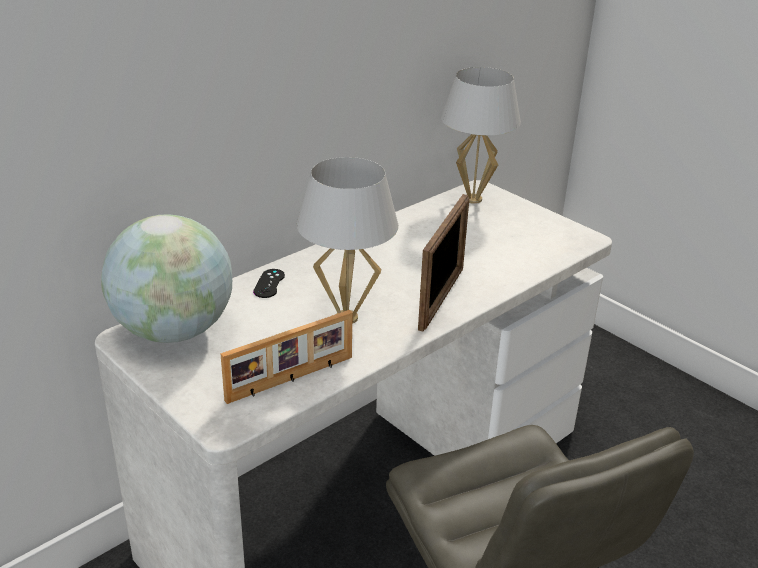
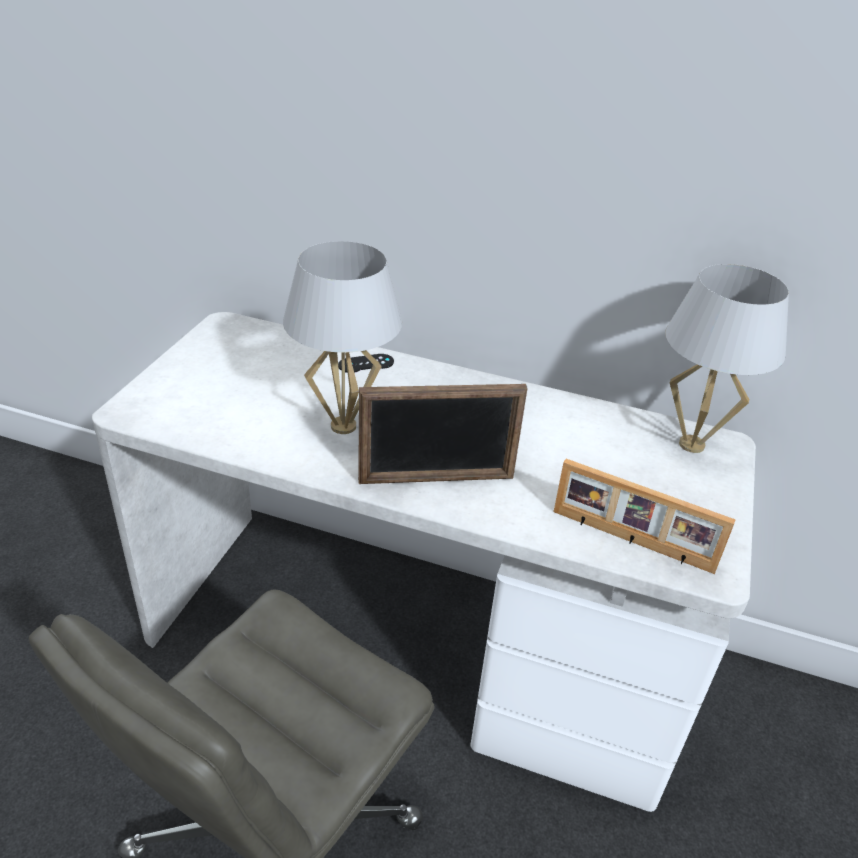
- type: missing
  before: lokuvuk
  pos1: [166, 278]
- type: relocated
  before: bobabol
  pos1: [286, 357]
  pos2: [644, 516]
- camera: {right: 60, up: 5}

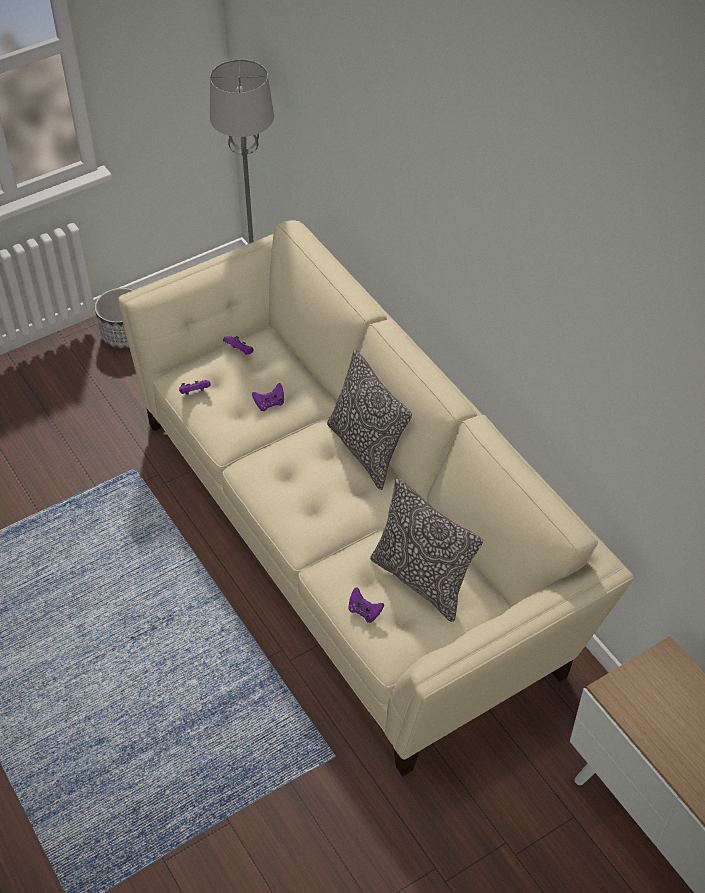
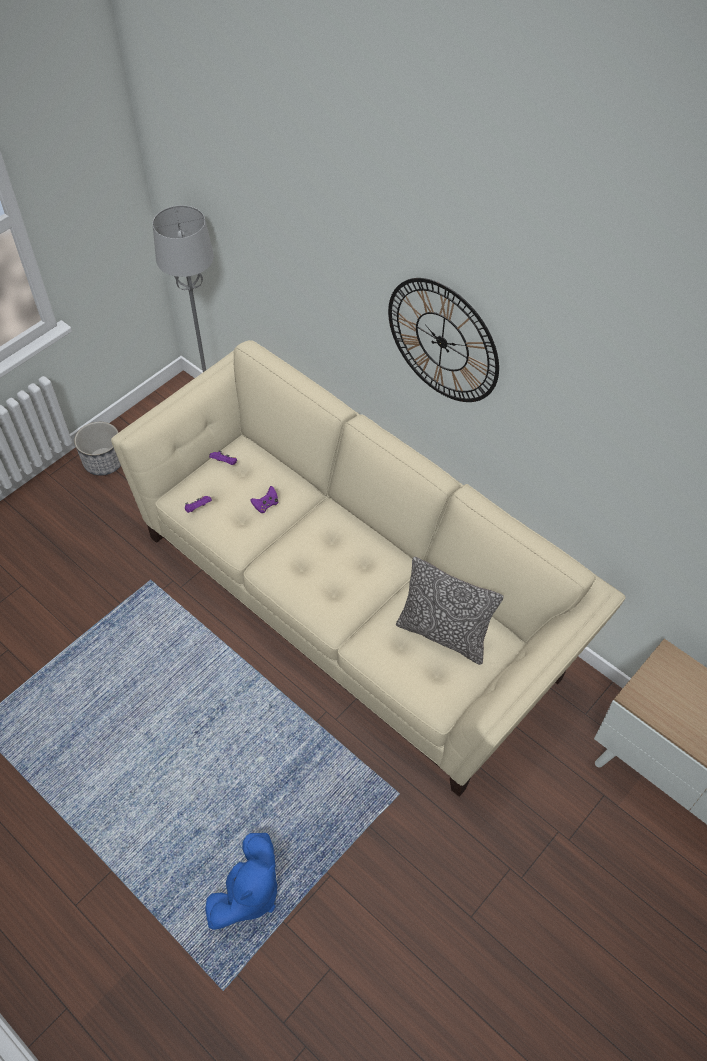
- type: missing
  before: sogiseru
  pos1: [369, 419]
- type: missing
  before: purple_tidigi
  pos1: [366, 605]
- type: appeared
  after: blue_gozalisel
  pos2: [241, 881]
- type: appeared
  after: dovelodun
  pos2: [443, 340]
- camera: {right: -15, up: 5}

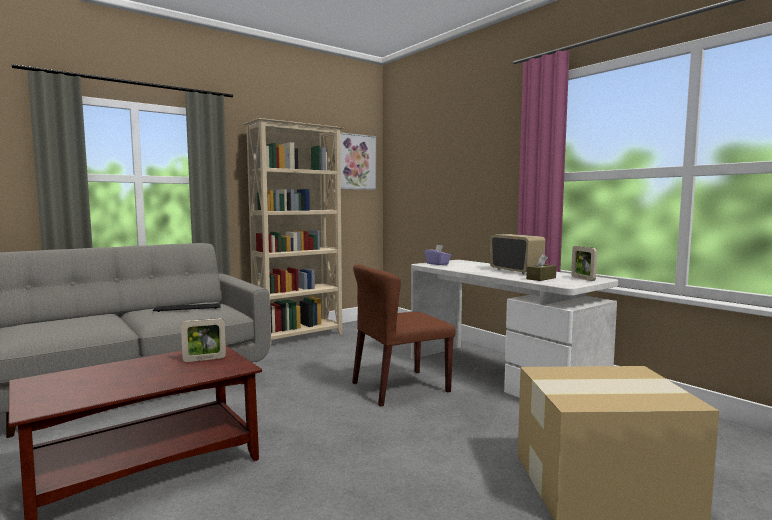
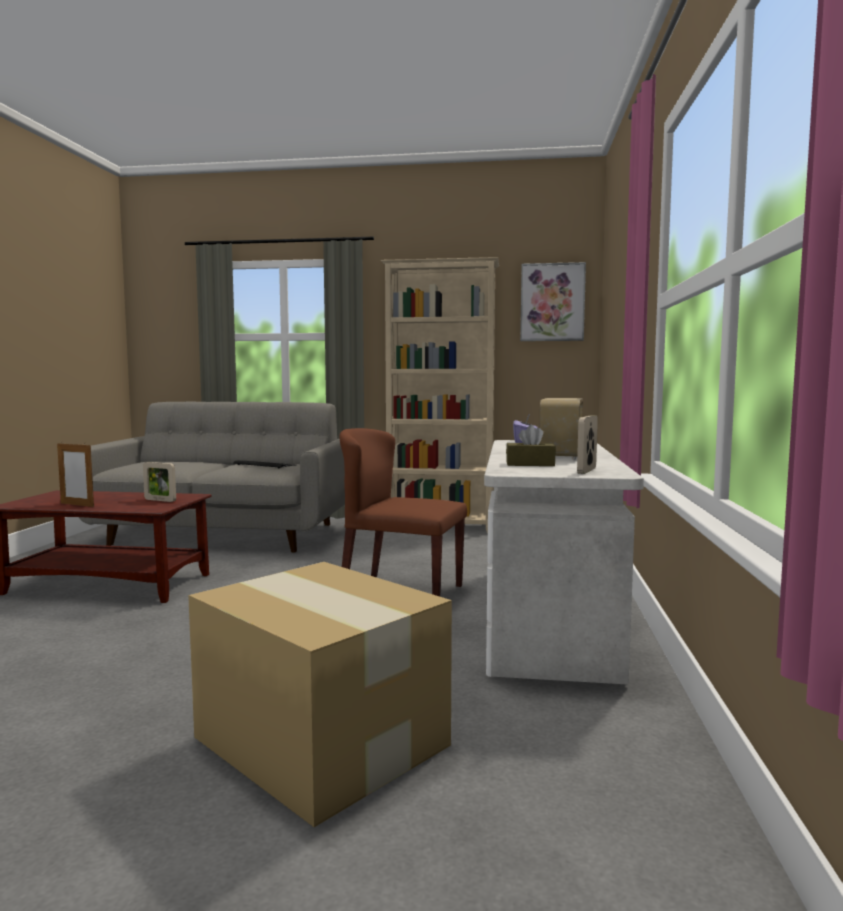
- type: appeared
  after: bobabol
  pos2: [75, 475]
- camera: {right: 45, up: 0}

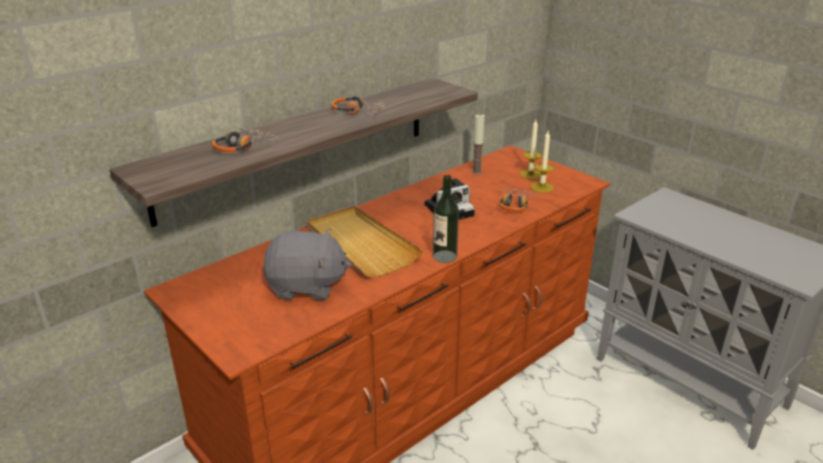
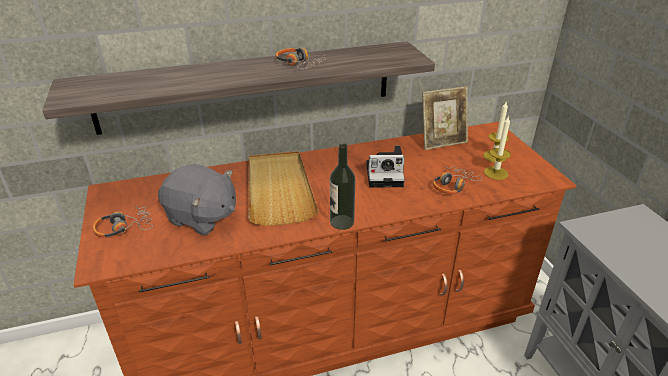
- type: relocated
  before: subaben
  pos1: [245, 140]
  pos2: [123, 222]
- type: exchanged
  before: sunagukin
  after: bobabol
  pos1: [478, 144]
  pos2: [445, 118]
- camera: {right: 25, up: 5}

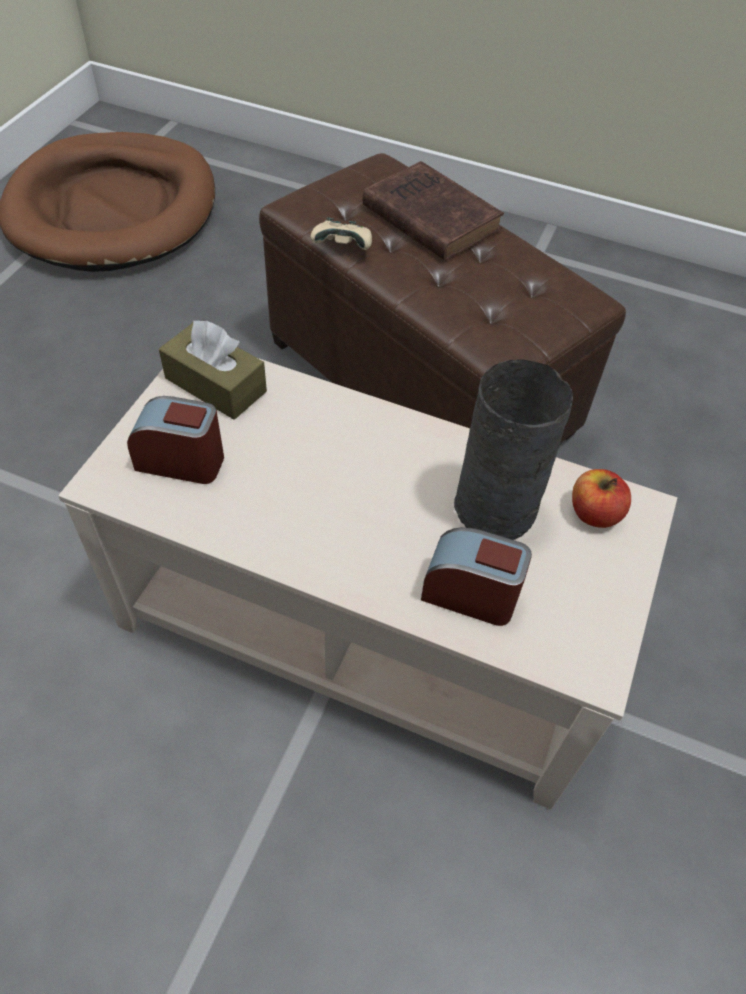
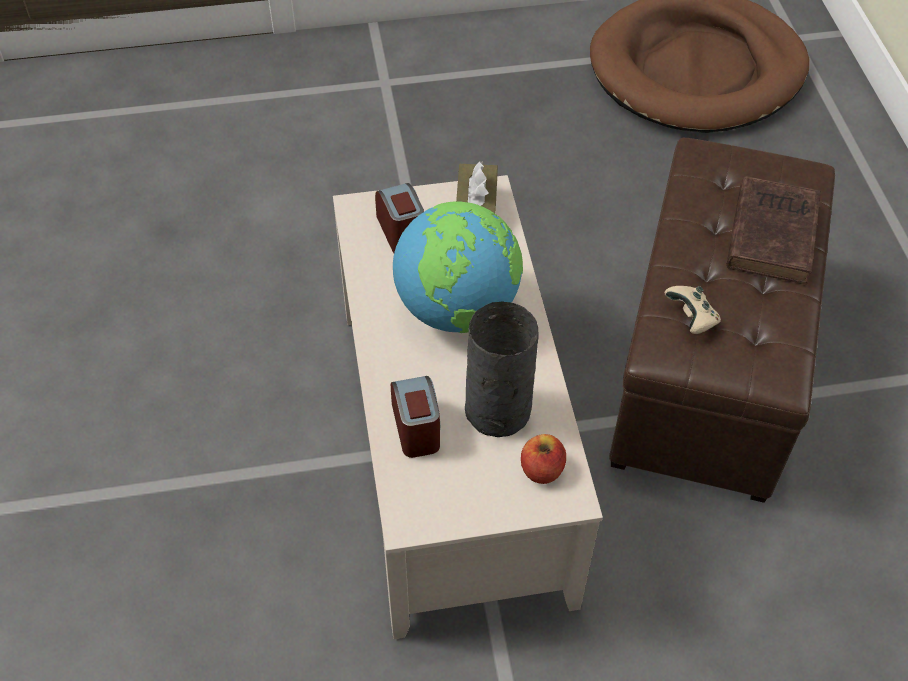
- type: relocated
  before: beige_tidigi
  pos1: [341, 233]
  pos2: [693, 310]
- type: appeared
  after: lokuvuk
  pos2: [458, 267]
- camera: {right: 60, up: 0}

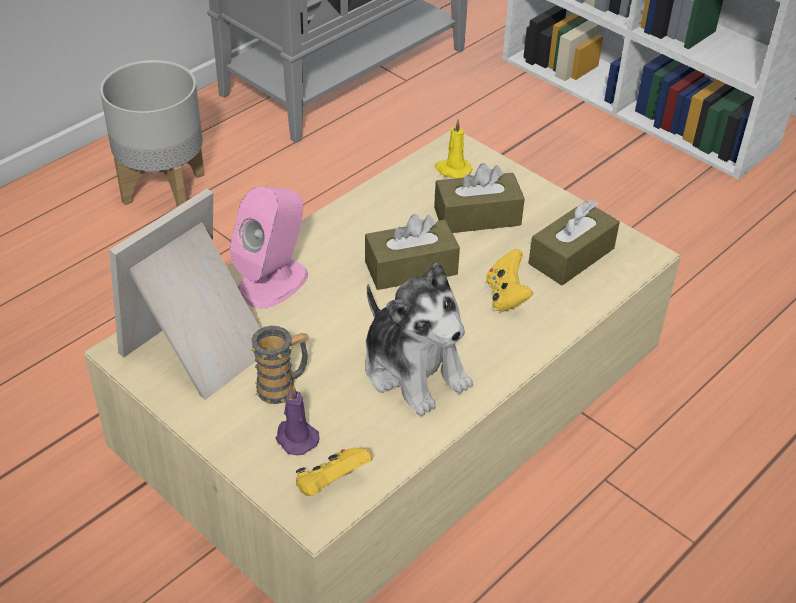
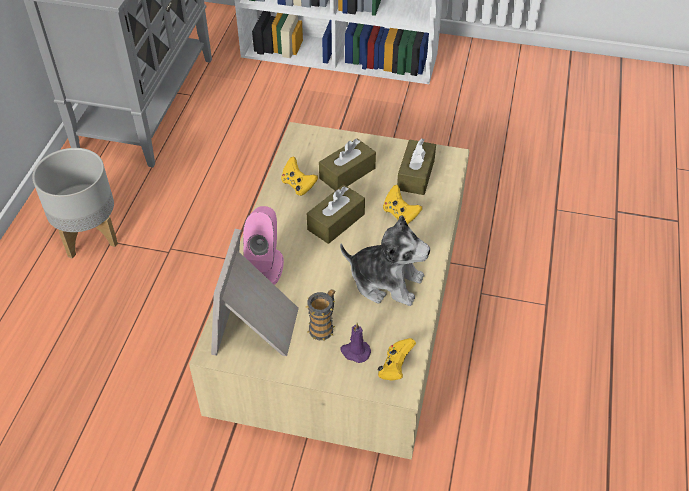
- type: missing
  before: yellow_sunagukin
  pos1: [453, 148]
- type: appeared
  after: yellow_tidigi
  pos2: [299, 176]
- camera: {right: -30, up: 5}

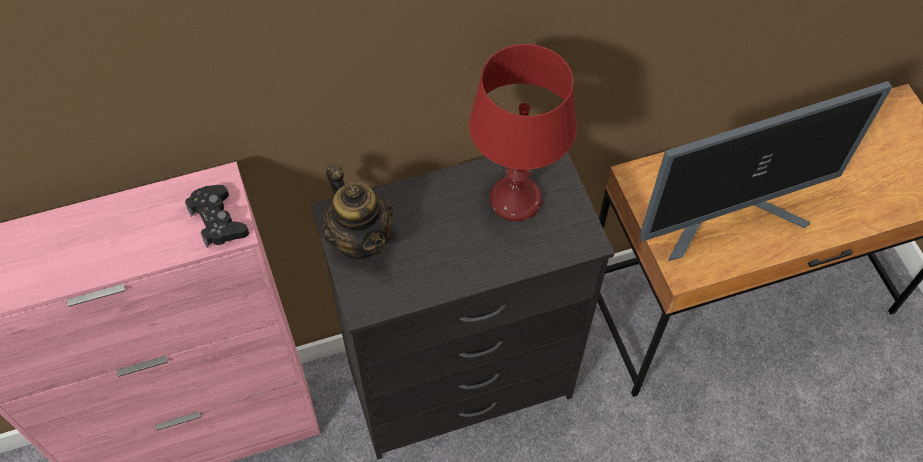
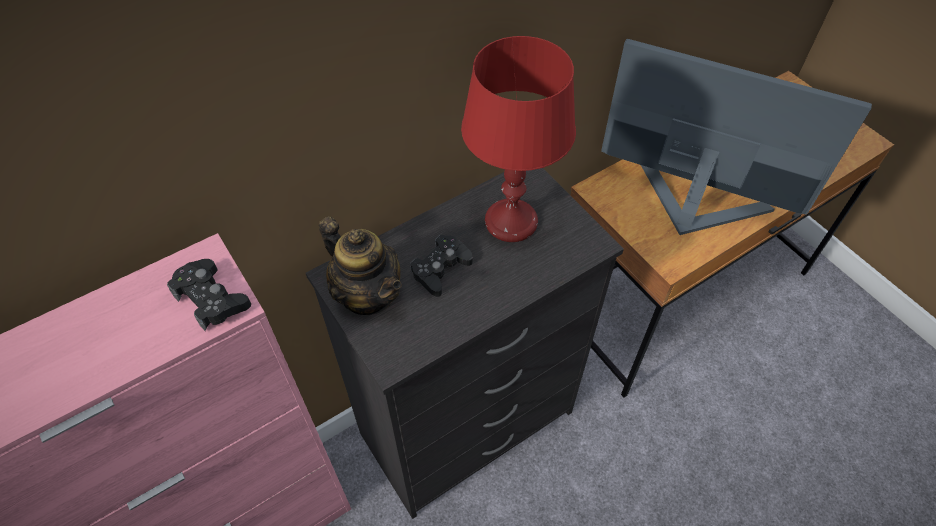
- type: spun
  before: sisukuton
  pos1: [765, 171]
  pos2: [736, 137]
  turn: -120
- type: appeared
  after: black_tidigi
  pos2: [441, 265]
- camera: {right: -15, up: -5}

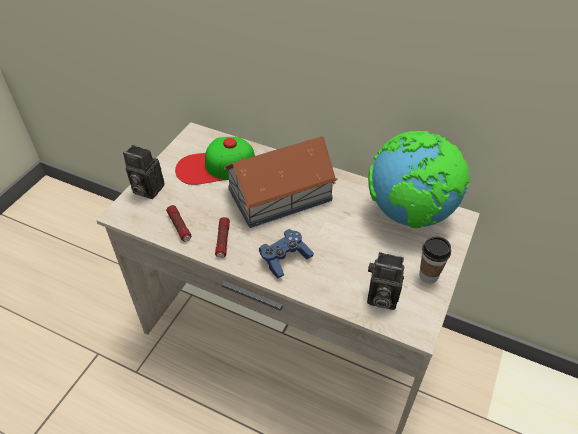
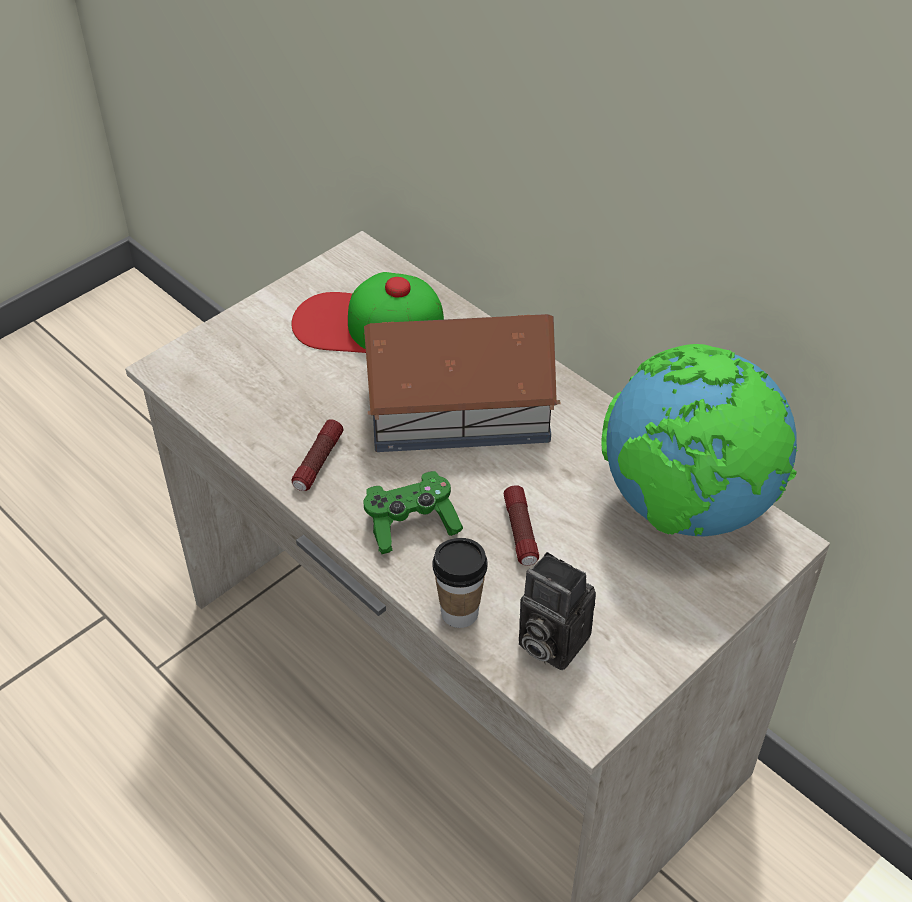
- type: missing
  before: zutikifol
  pos1: [144, 172]
- type: relocated
  before: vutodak
  pos1: [178, 223]
  pos2: [521, 525]
- type: colour
  before: blue_tidigi
  after: green_tidigi
  pos1: [286, 253]
  pos2: [413, 512]
- type: relocated
  before: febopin
  pos1: [435, 259]
  pos2: [460, 583]
- camera: {right: 20, up: 0}

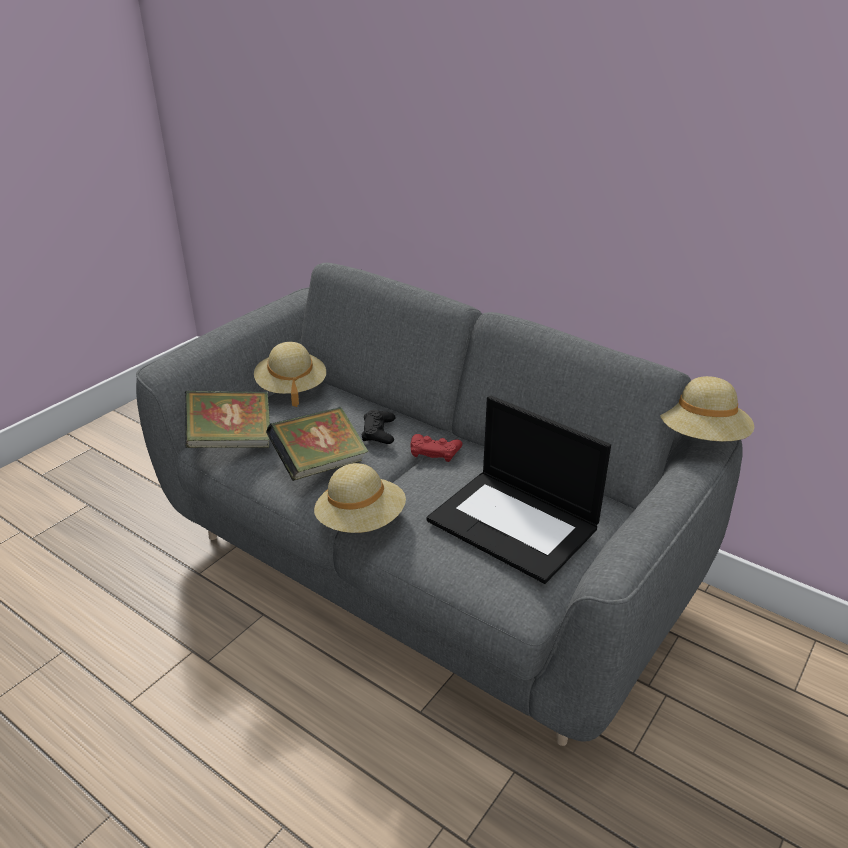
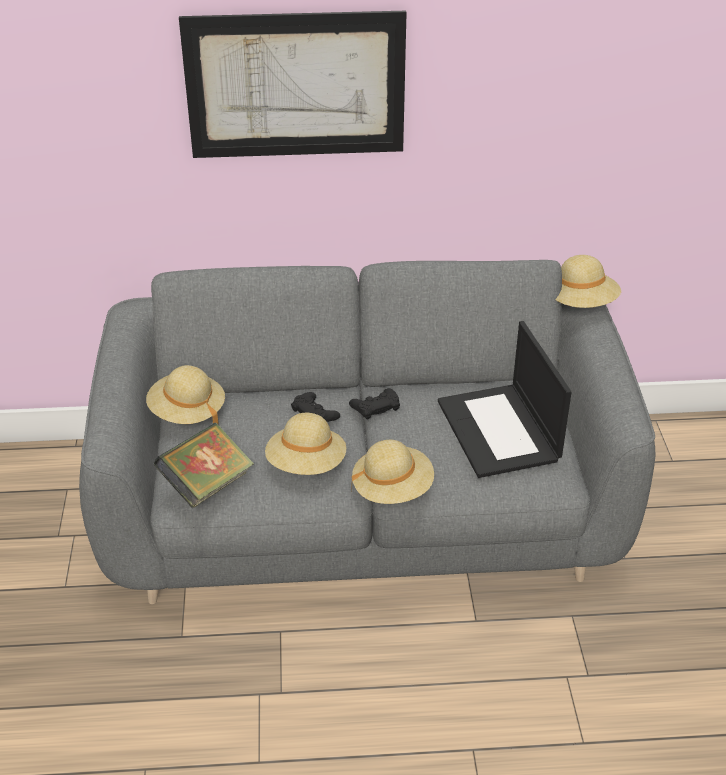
- type: exchanged
  before: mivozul
  after: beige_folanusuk
  pos1: [317, 444]
  pos2: [305, 444]
- type: colour
  before: red_tidigi
  after: black_tidigi
  pos1: [436, 448]
  pos2: [374, 403]
- type: spun
  before: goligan
  pos1: [519, 489]
  pos2: [504, 399]
  turn: 75
- type: appeared
  after: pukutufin
  pos2: [293, 84]
- camera: {right: -40, up: 5}

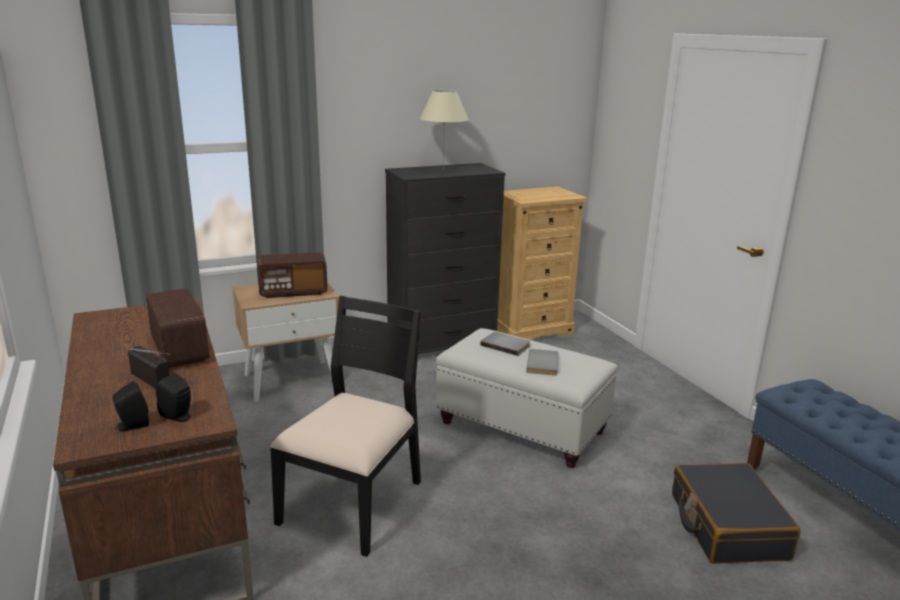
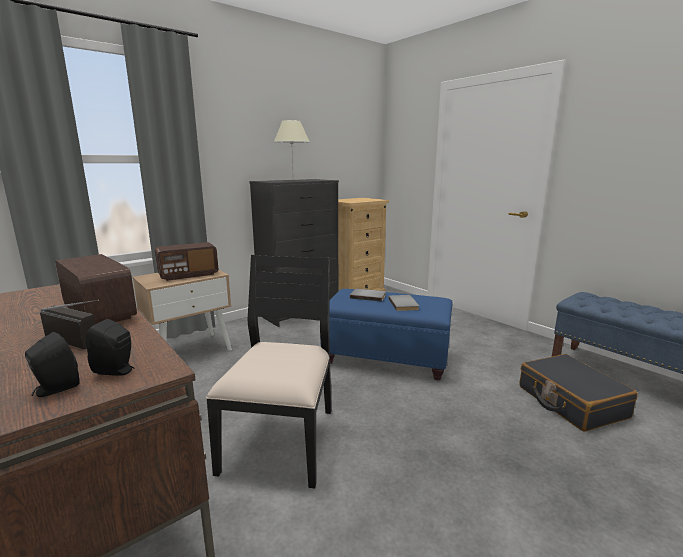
- type: colour
  before: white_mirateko
  after: blue_mirateko
  pos1: [527, 398]
  pos2: [386, 334]
- camera: {right: -15, up: -5}

